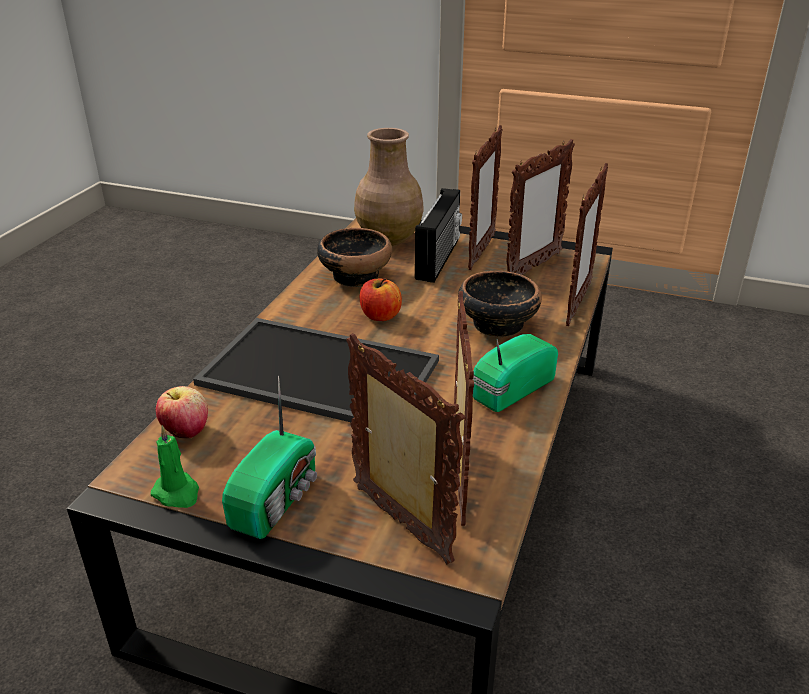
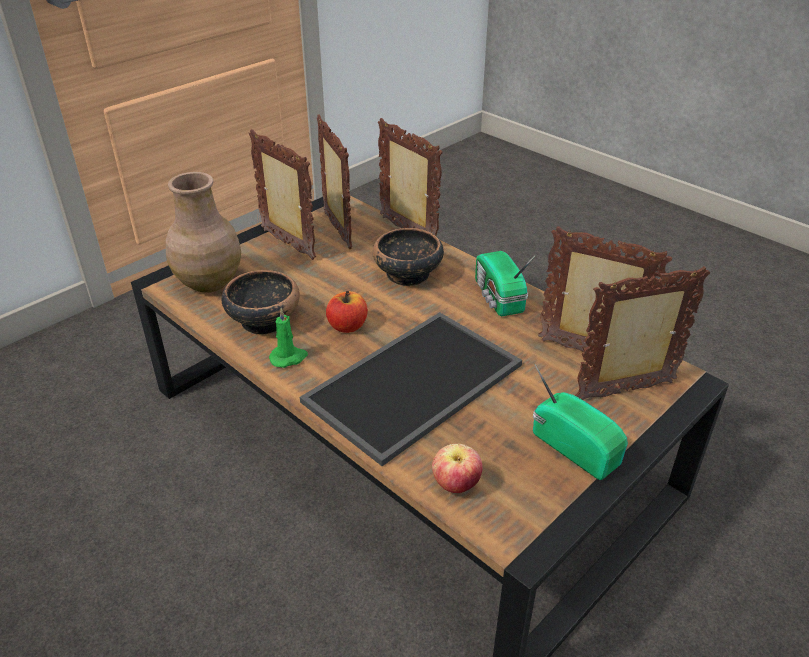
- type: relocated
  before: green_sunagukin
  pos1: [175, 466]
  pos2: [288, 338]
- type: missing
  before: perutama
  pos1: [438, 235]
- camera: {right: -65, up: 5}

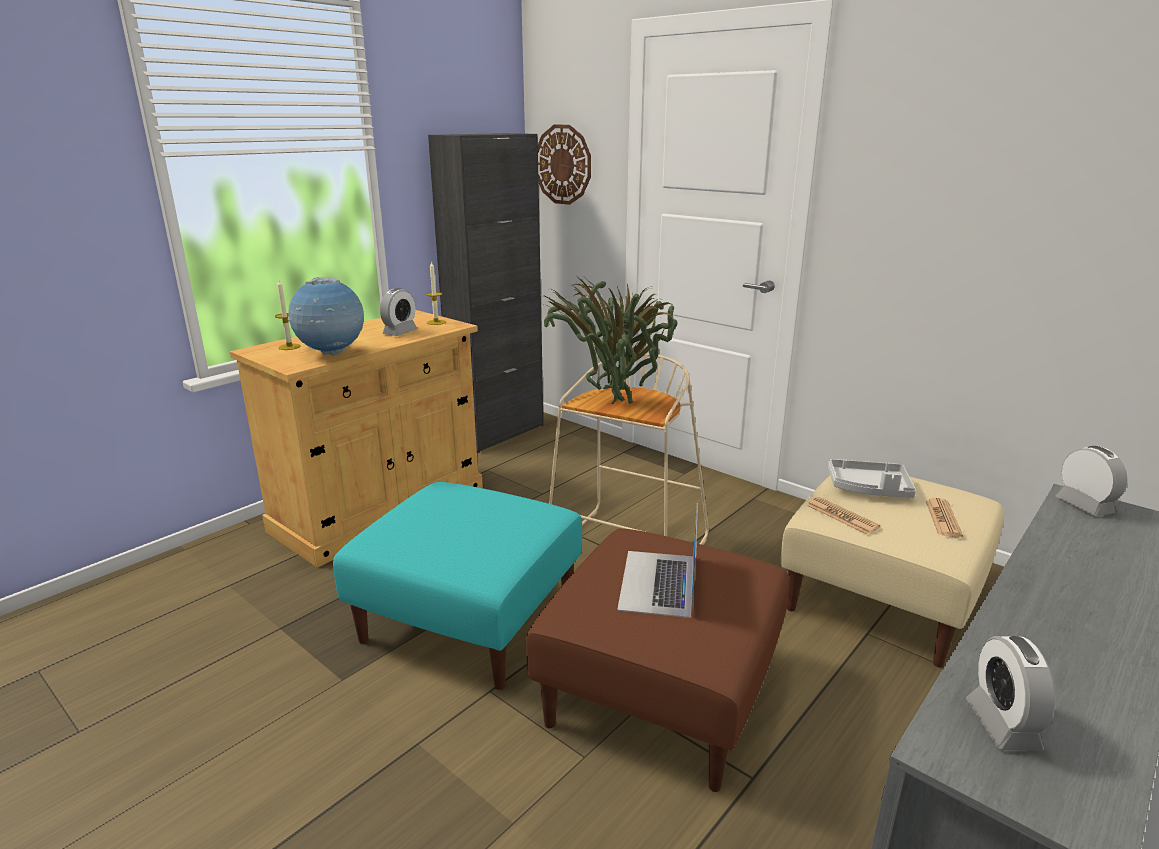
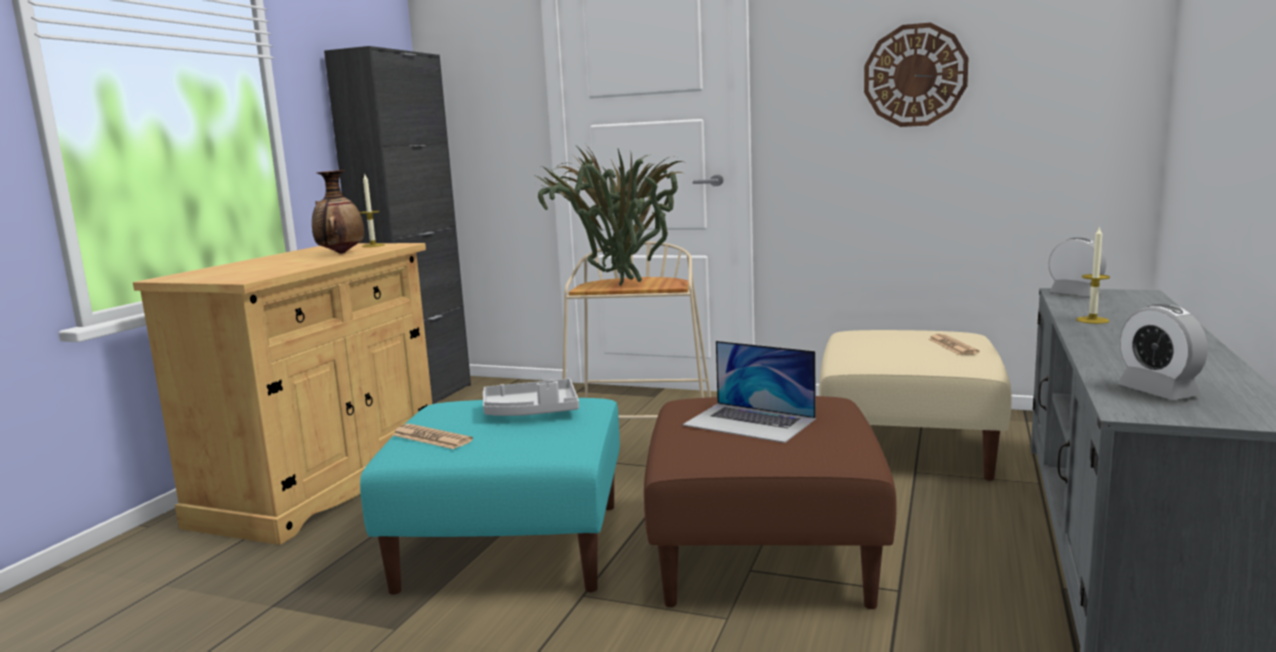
- type: relocated
  before: sunagukin
  pos1: [288, 315]
  pos2: [1093, 275]
- type: missing
  before: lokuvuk
  pos1: [325, 316]
- type: exchanged
  before: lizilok
  after: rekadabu
  pos1: [398, 312]
  pos2: [338, 212]
- type: relocated
  before: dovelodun
  pos1: [564, 165]
  pos2: [916, 75]
- type: spun
  before: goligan
  pos1: [657, 560]
  pos2: [749, 392]
  turn: -45
- type: relocated
  before: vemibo
  pos1: [843, 515]
  pos2: [432, 436]
- type: relocated
  before: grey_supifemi
  pos1: [872, 478]
  pos2: [531, 397]
- camera: {right: -20, up: -10}

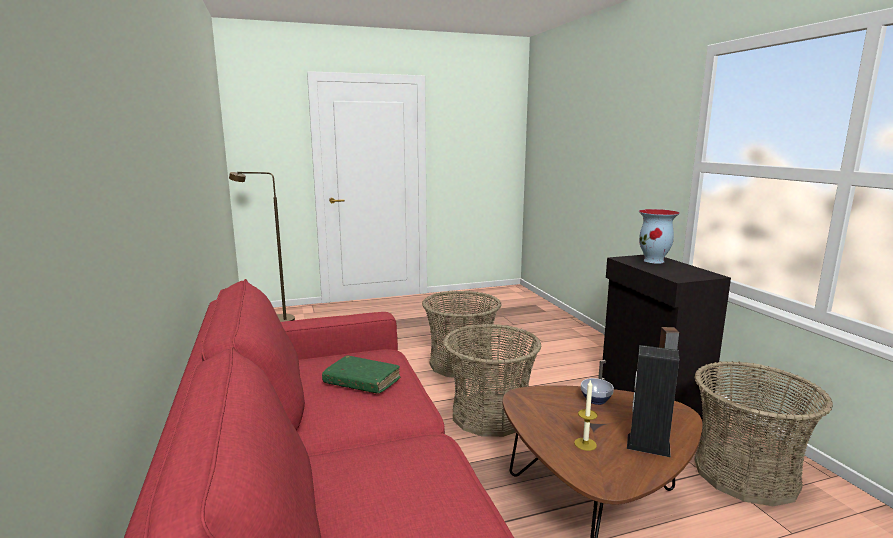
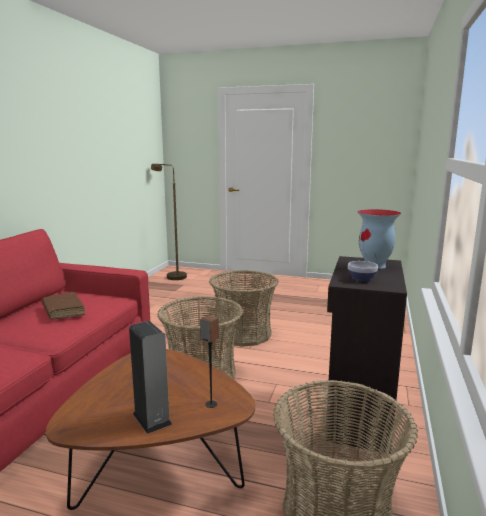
- type: colour
  before: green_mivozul
  after: brown_mivozul
  pos1: [361, 374]
  pos2: [63, 305]
- type: missing
  before: sunagukin
  pos1: [586, 415]
- type: relocated
  before: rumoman
  pos1: [597, 391]
  pos2: [363, 271]
- camera: {right: 35, up: 0}

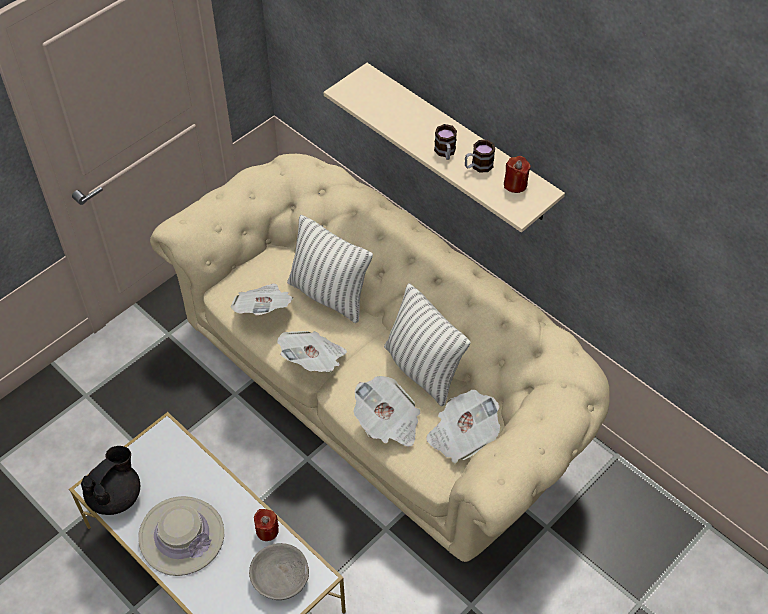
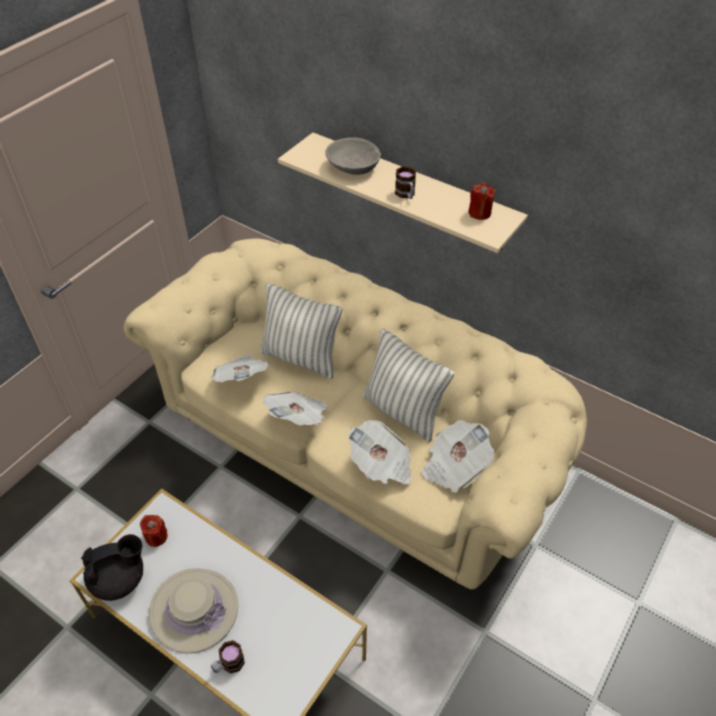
- type: spun
  before: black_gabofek
  pos1: [110, 480]
  pos2: [112, 567]
  turn: 45
- type: relocated
  before: grey_rumoman
  pos1: [279, 571]
  pos2: [353, 156]
- type: relocated
  before: red_sunagukin
  pos1: [266, 525]
  pos2: [153, 531]
- type: relocated
  before: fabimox
  pos1: [480, 156]
  pos2: [228, 656]
- camera: {right: -10, up: -5}

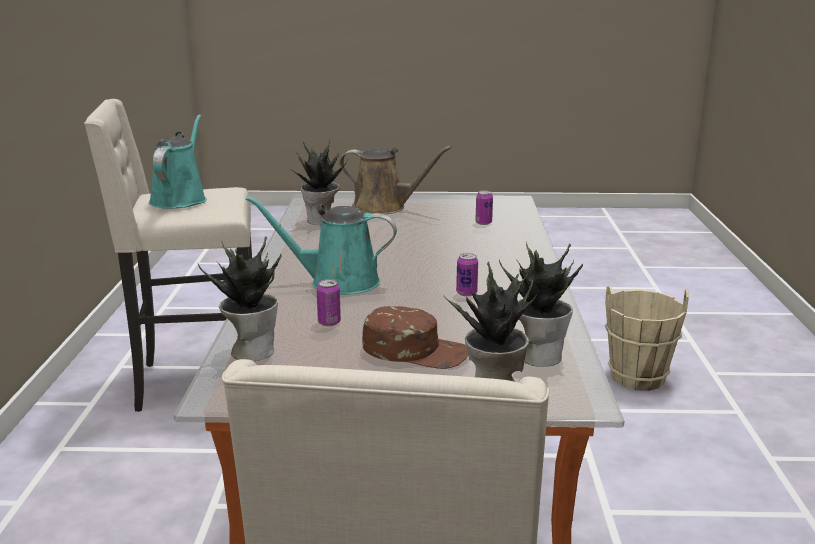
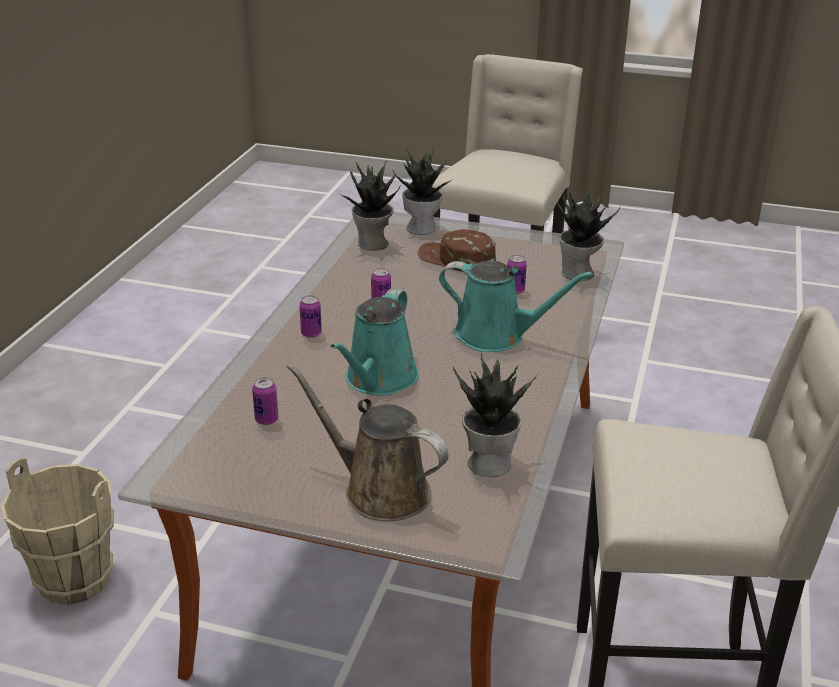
- type: relocated
  before: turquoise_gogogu
  pos1: [178, 162]
  pos2: [374, 342]
- type: appeared
  after: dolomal
  pos2: [310, 316]
- camera: {right: -165, up: 10}

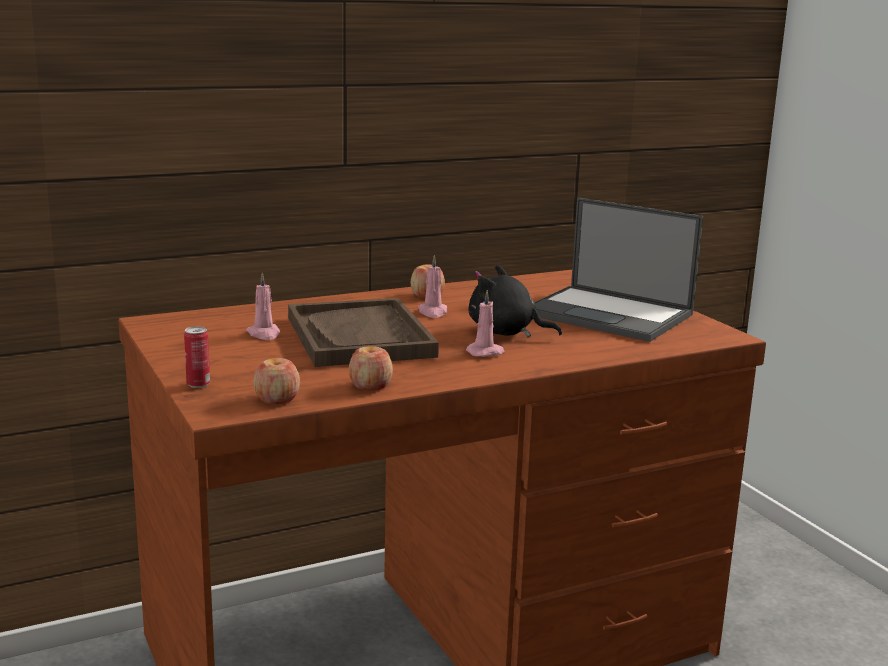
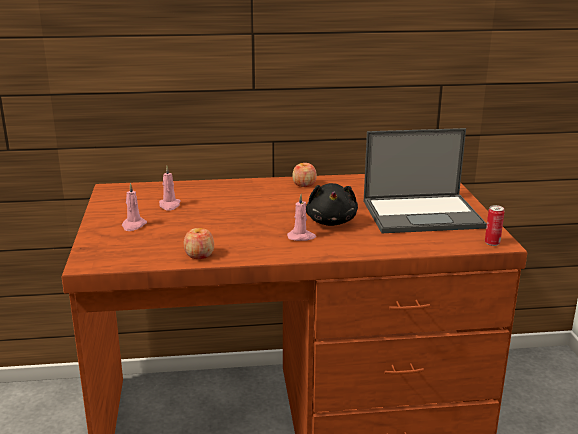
- type: relocated
  before: dolomal
  pos1: [197, 357]
  pos2: [494, 225]
- type: missing
  before: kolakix
  pos1: [277, 381]
- type: missing
  before: brown_supifemi
  pos1: [363, 332]
- type: relocated
  before: pink_sunagukin
  pos1: [432, 286]
  pos2: [134, 207]
- type: spun
  before: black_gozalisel
  pos1: [515, 301]
  pos2: [332, 204]
  turn: -135
- type: spun
  before: goligan
  pos1: [618, 270]
  pos2: [425, 180]
  turn: -60
- camera: {right: 20, up: 5}

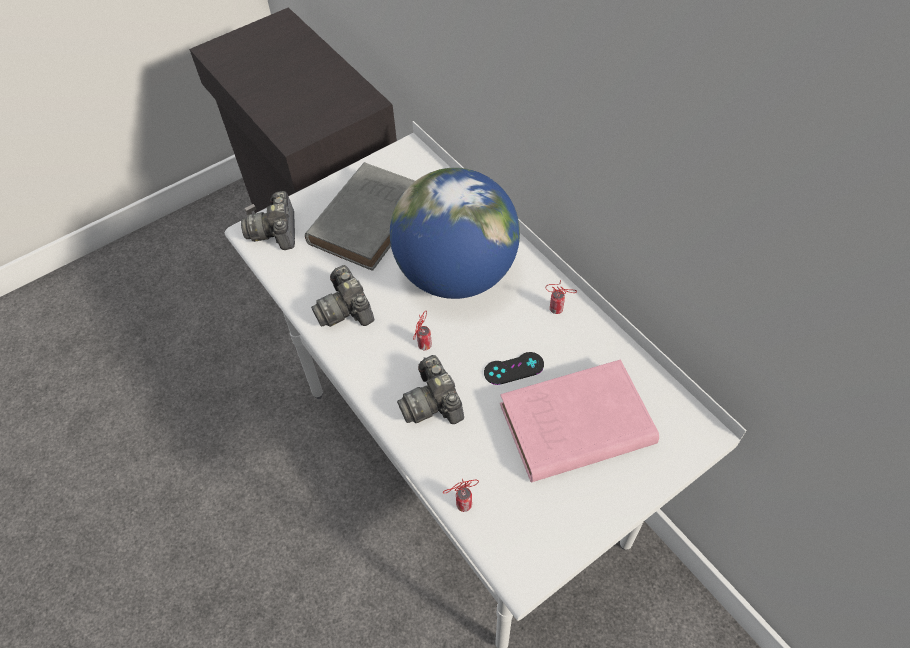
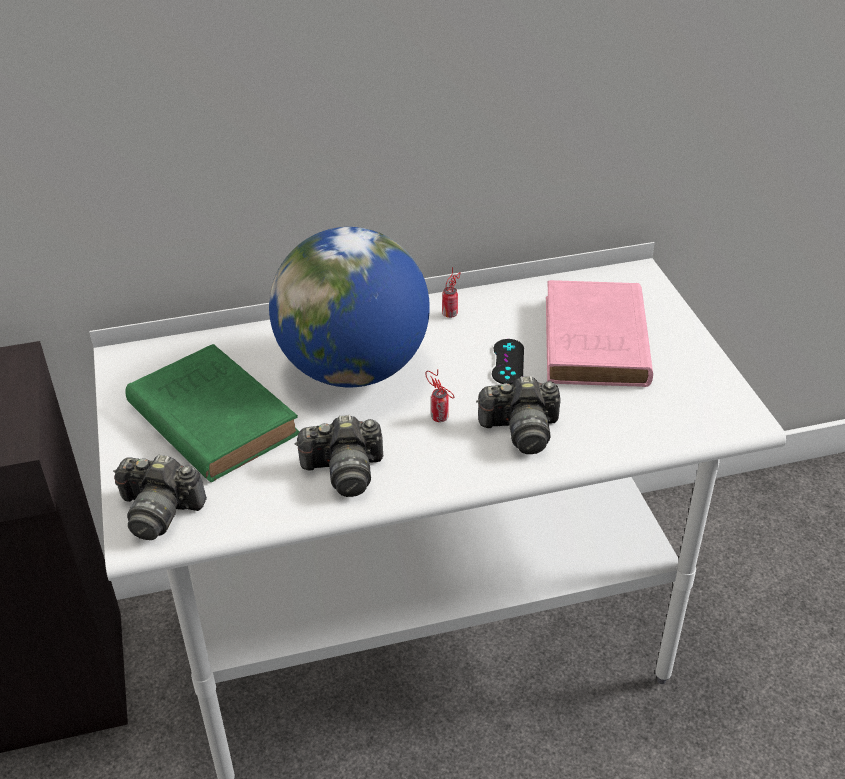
- type: colour
  before: grey_mivozul
  after: green_mivozul
  pos1: [360, 216]
  pos2: [212, 413]
- type: missing
  before: dolomal
  pos1: [461, 495]
- camera: {right: -70, up: -15}

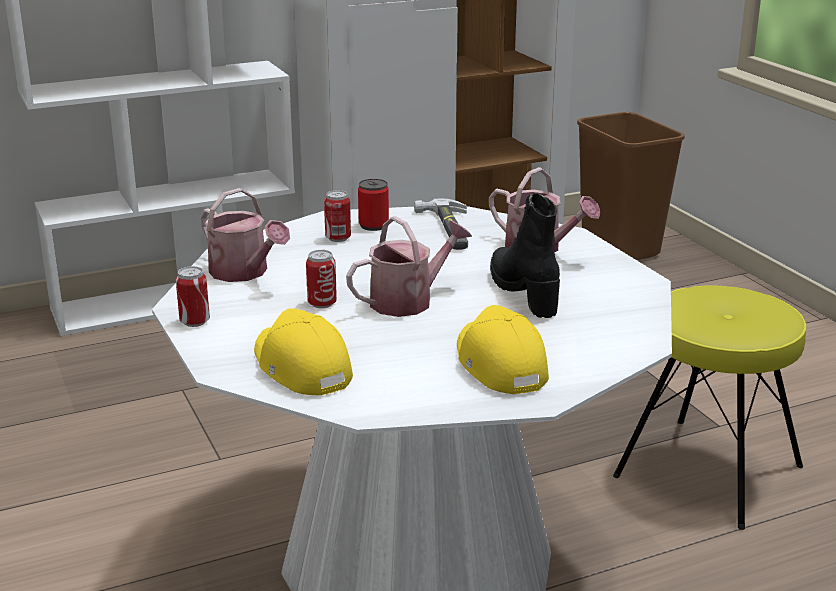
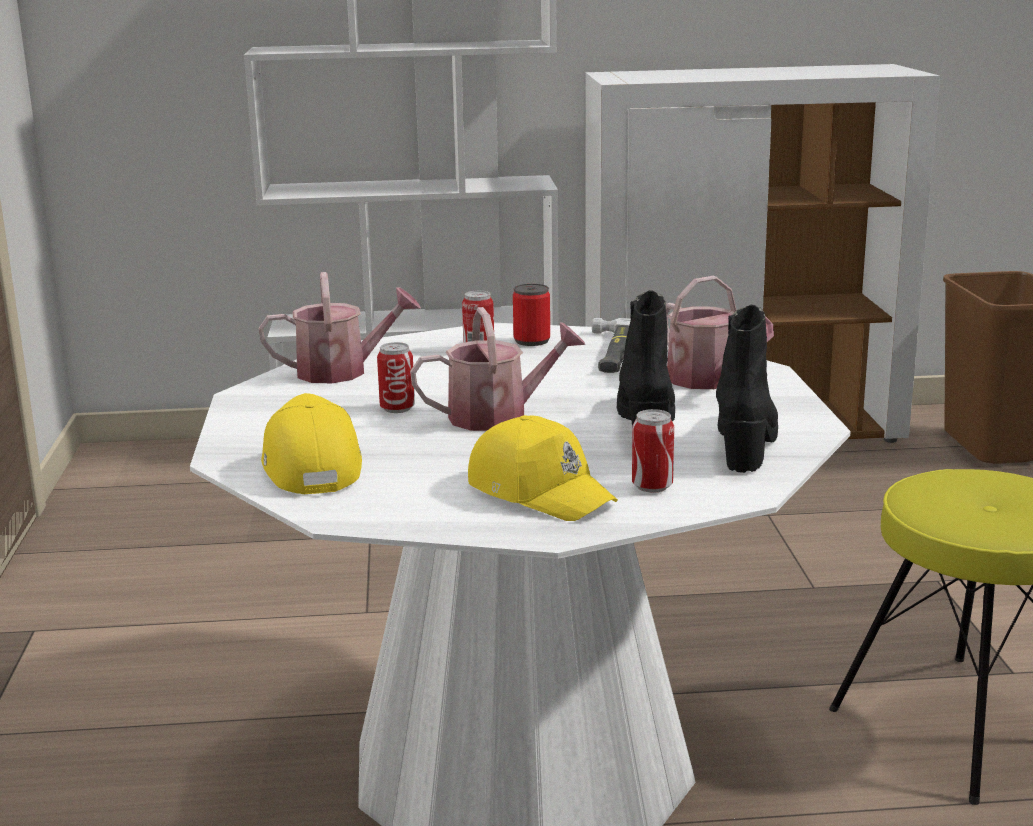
- type: relocated
  before: dolomal
  pos1: [193, 296]
  pos2: [653, 451]
- type: spun
  before: gogogu
  pos1: [245, 235]
  pos2: [340, 327]
  turn: -75
- type: spun
  before: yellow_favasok
  pos1: [503, 349]
  pos2: [543, 468]
  turn: 135
- type: appeared
  after: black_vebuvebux
  pos2: [747, 389]
- camera: {right: 20, up: -5}

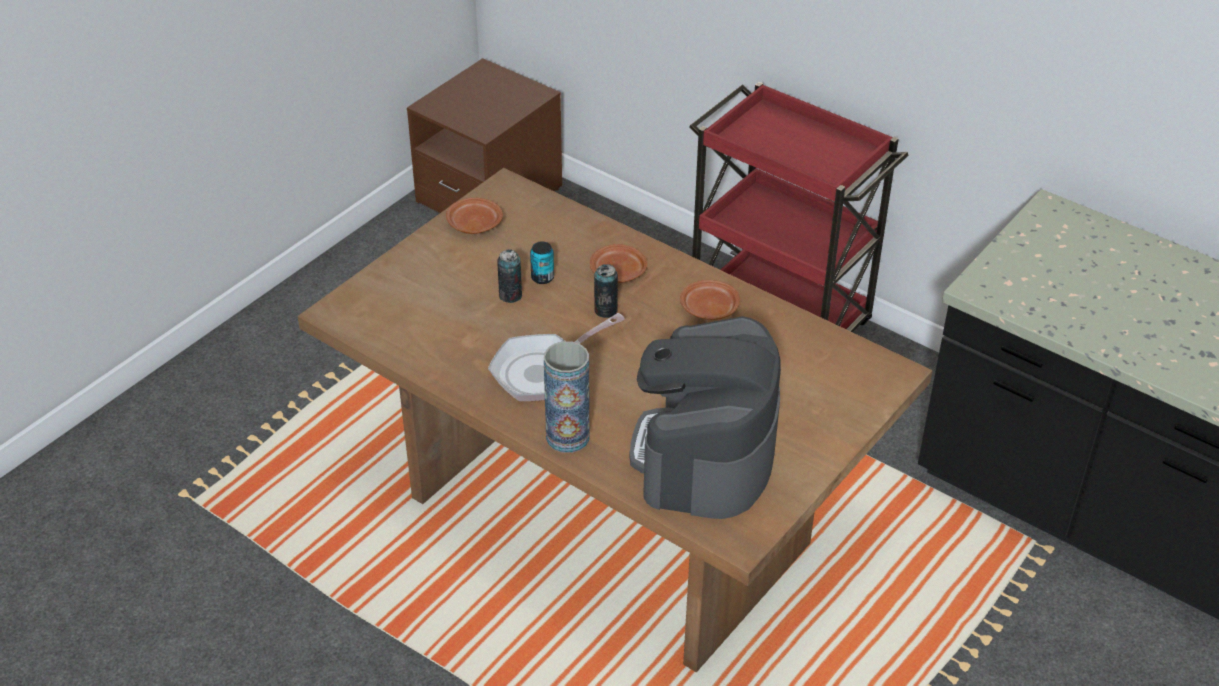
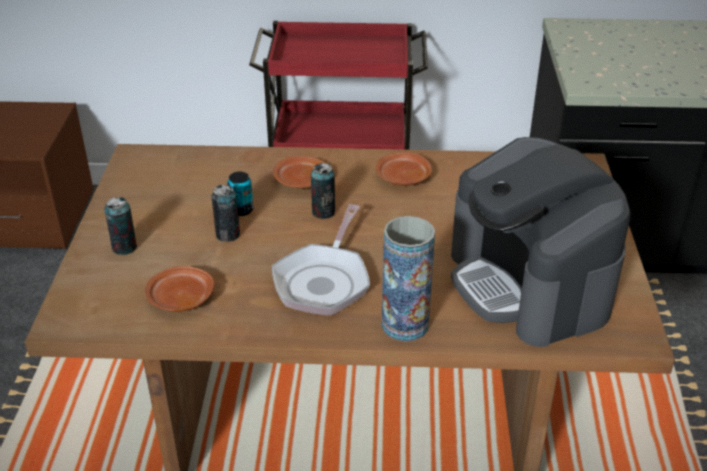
- type: relocated
  before: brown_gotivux
  pos1: [474, 216]
  pos2: [180, 289]
- type: appeared
  after: dolomal
  pos2: [120, 226]
- camera: {right: -35, up: -5}

